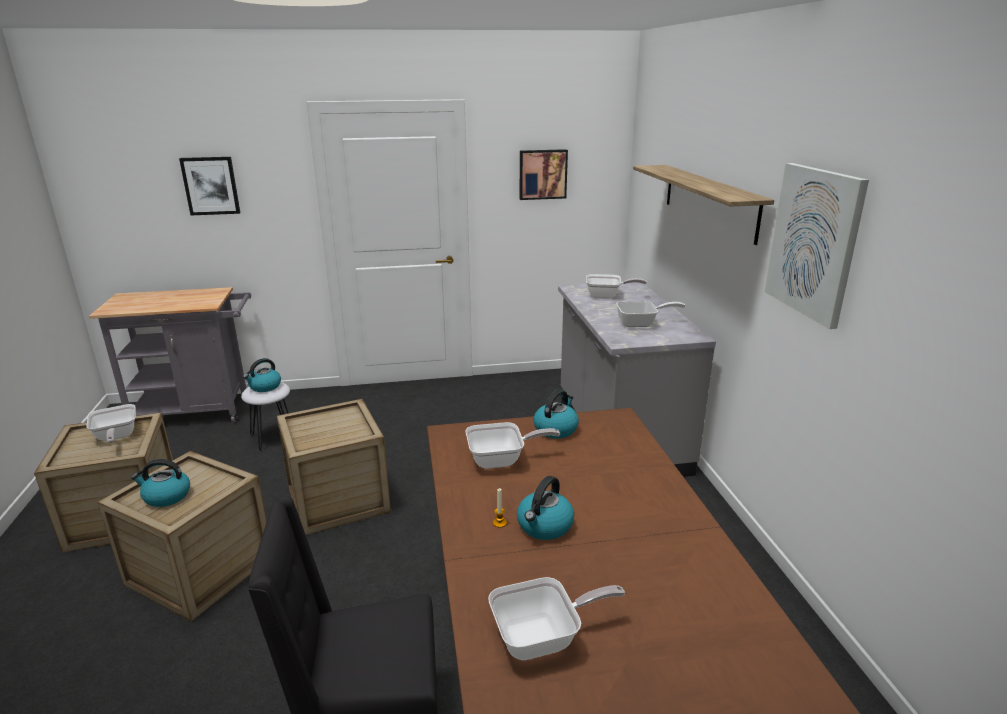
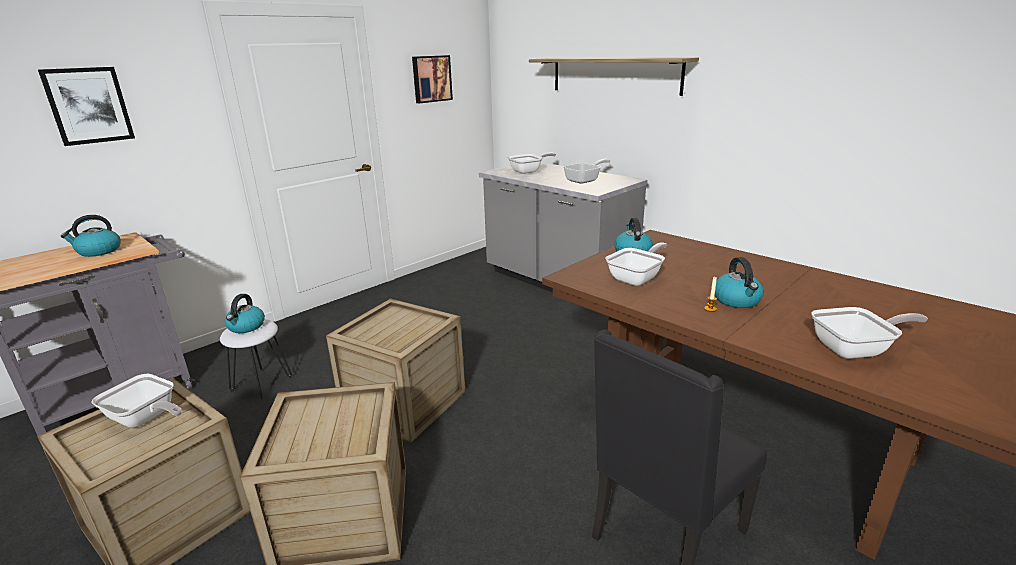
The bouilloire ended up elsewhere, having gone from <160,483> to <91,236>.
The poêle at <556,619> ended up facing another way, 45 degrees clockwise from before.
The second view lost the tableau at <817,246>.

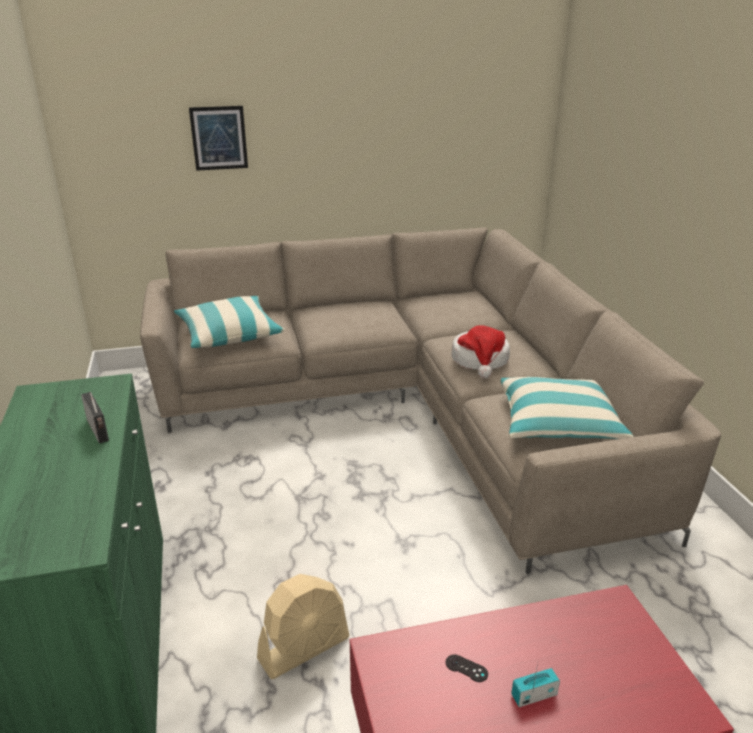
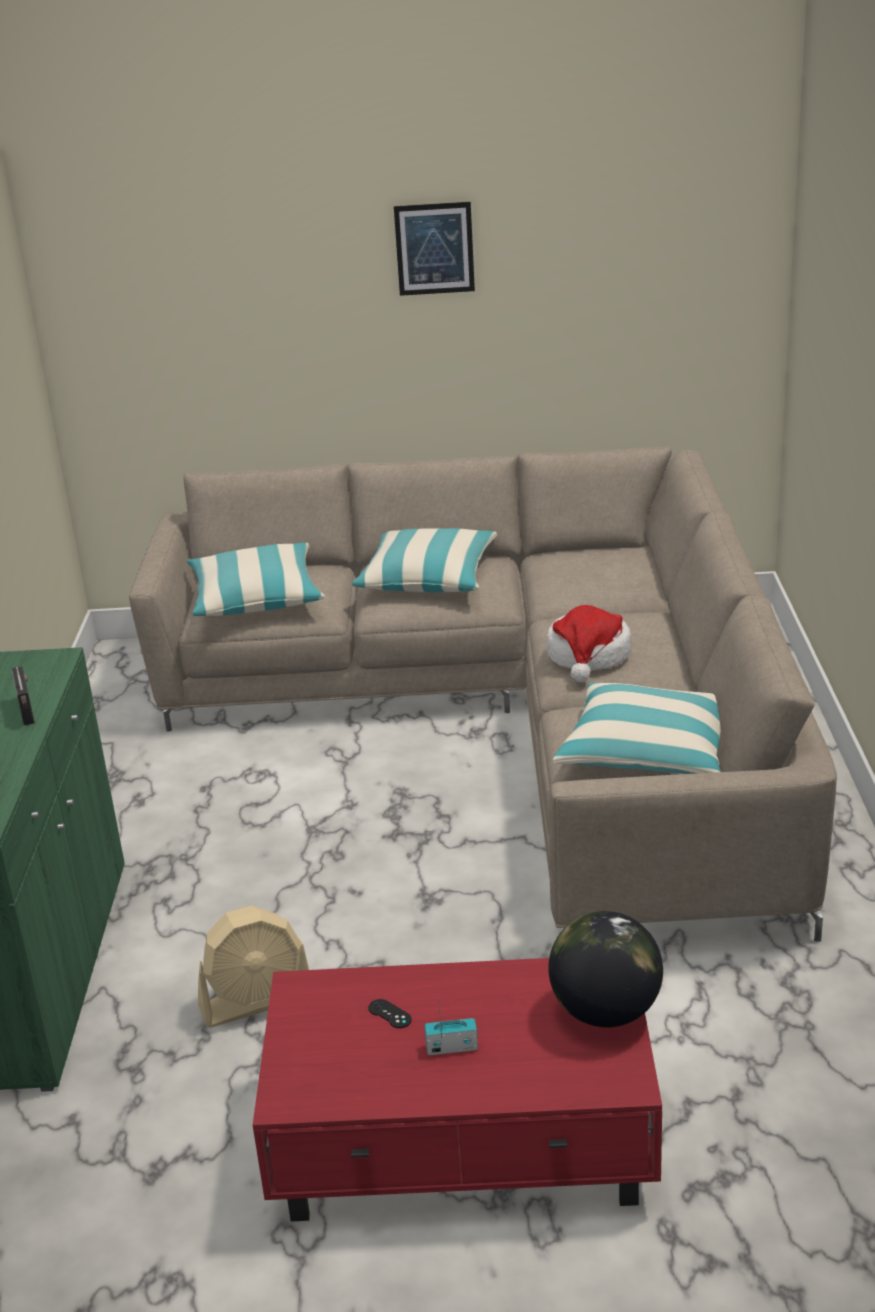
The tableau ended up elsewhere, having gone from <218,138> to <434,249>.
The second view gained the coussin at <424,560>.
The second view gained the globe at <606,969>.

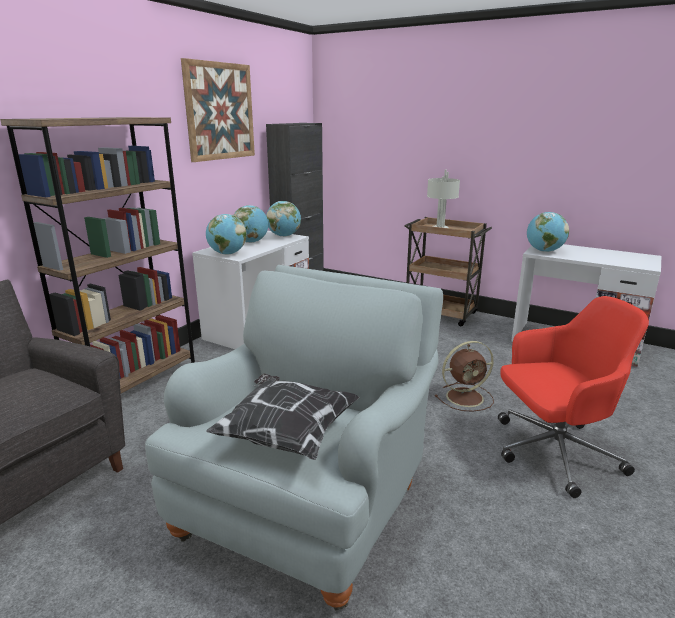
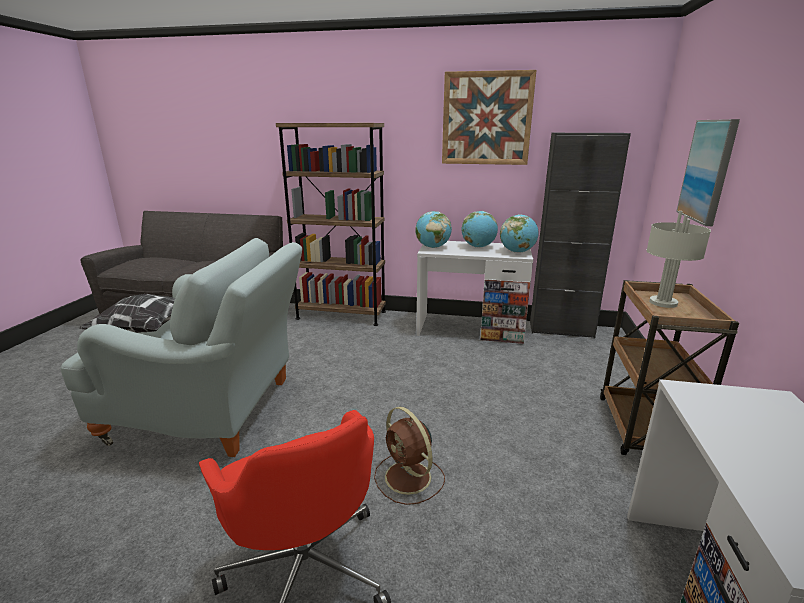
The second view lost the globe at <548,232>.
The second view gained the tableau at <708,172>.

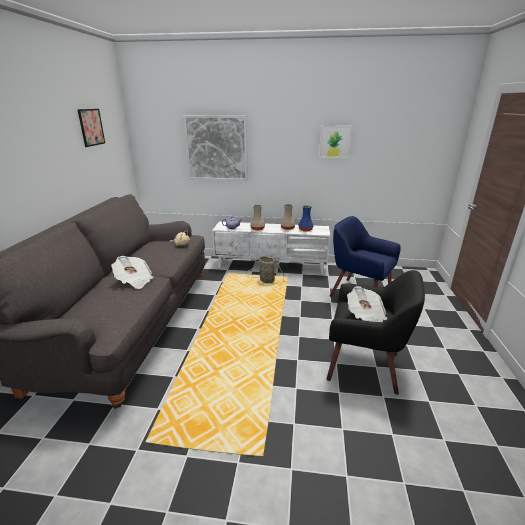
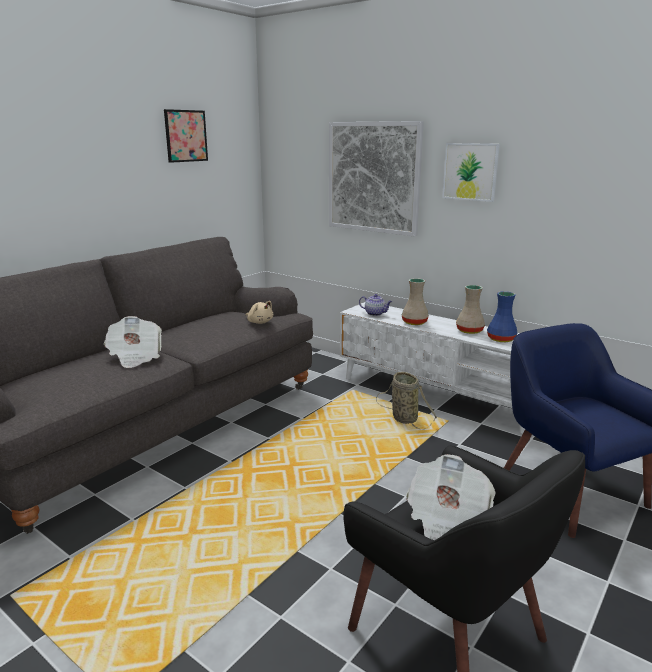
The tableau ended up elsewhere, having gone from <335,142> to <471,172>.

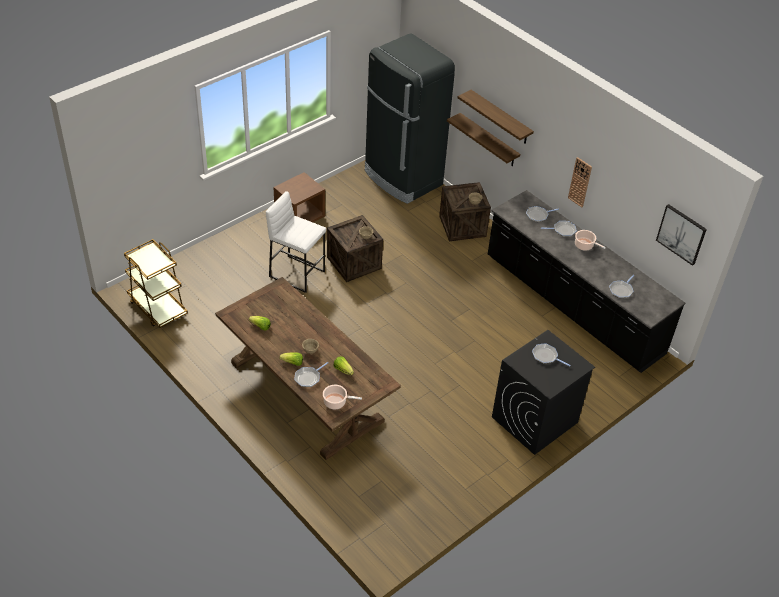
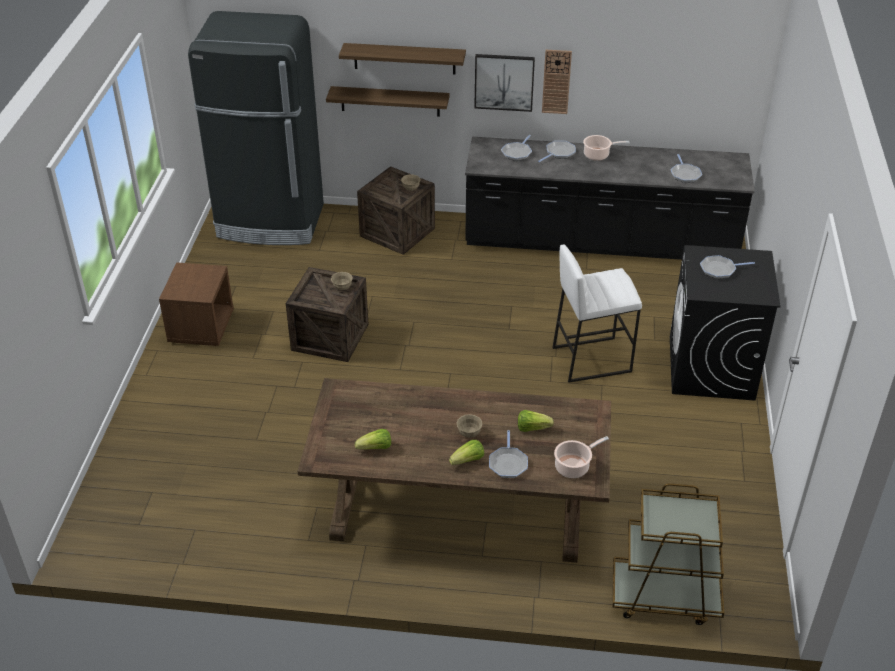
The chariot/marron ended up elsewhere, having gone from <156,283> to <668,554>.
The tabouret/blanc ended up elsewhere, having gone from <296,242> to <597,314>.
The tableau ended up elsewhere, having gone from <681,235> to <504,83>.

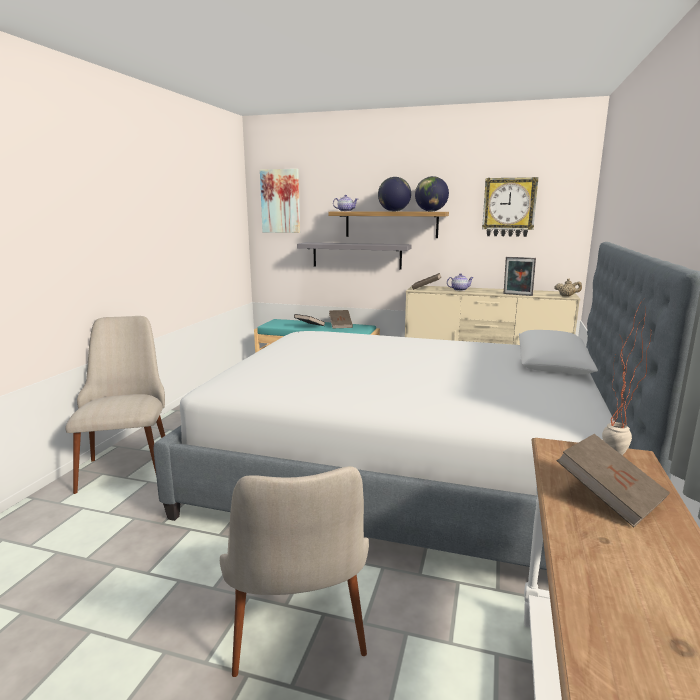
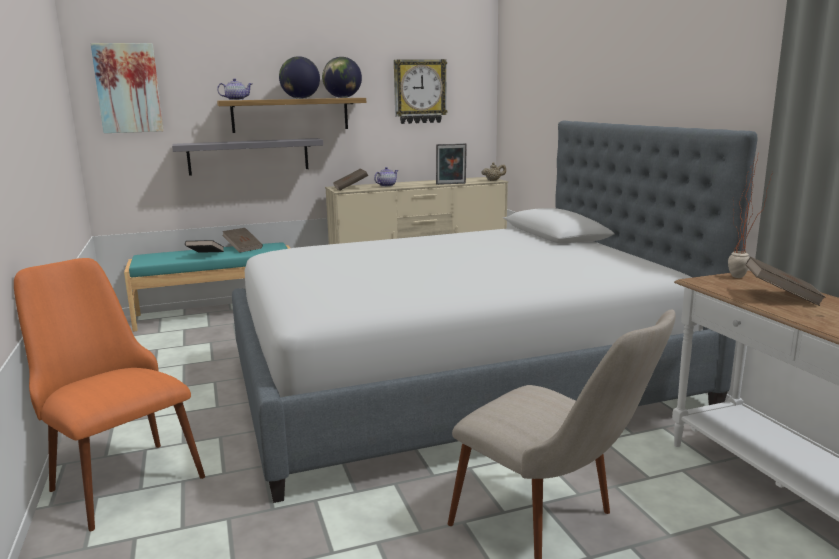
What was the chaise/beige at <115,405> turned into the chaise/orange at <109,394>.

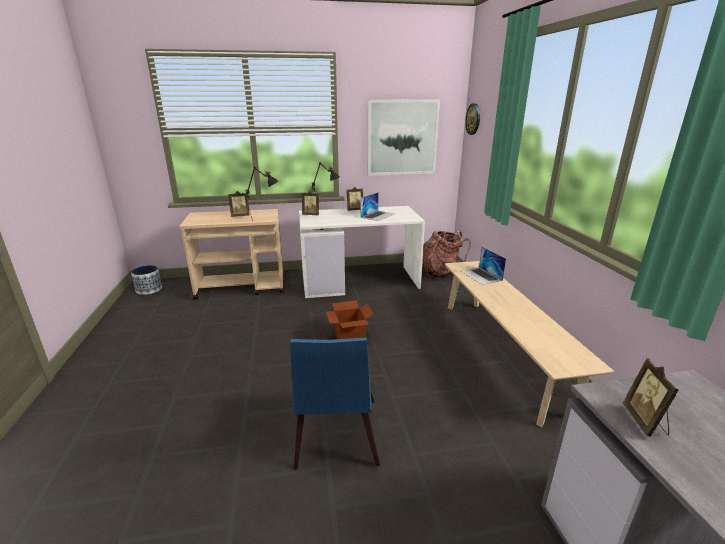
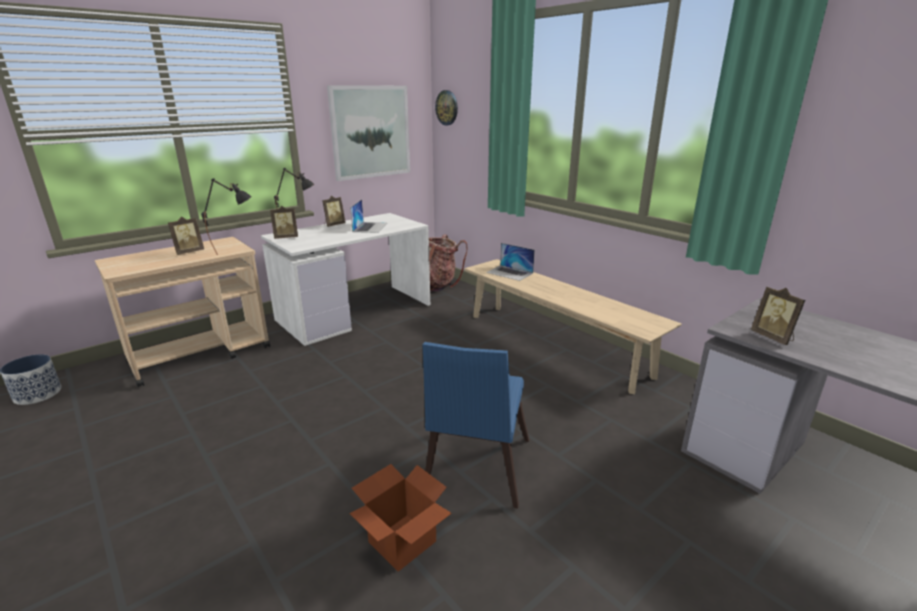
The chaise/bleu at <335,403> ended up facing another way, 45 degrees clockwise from before.
The carton ended up elsewhere, having gone from <349,319> to <400,518>.

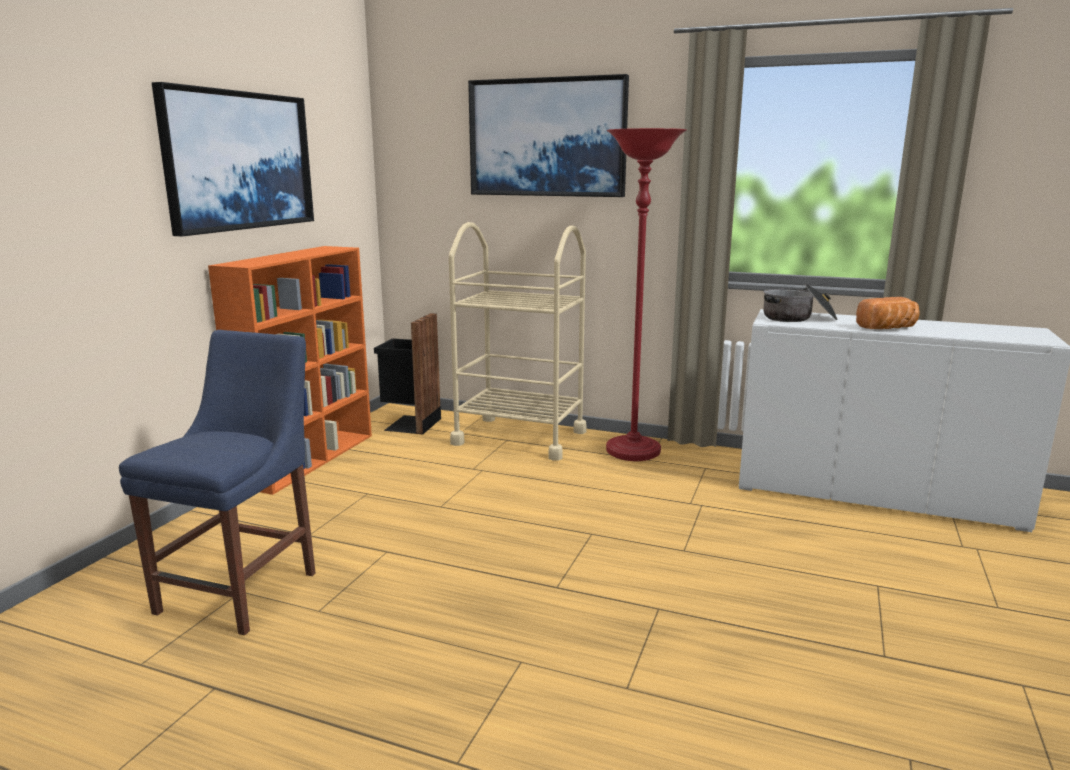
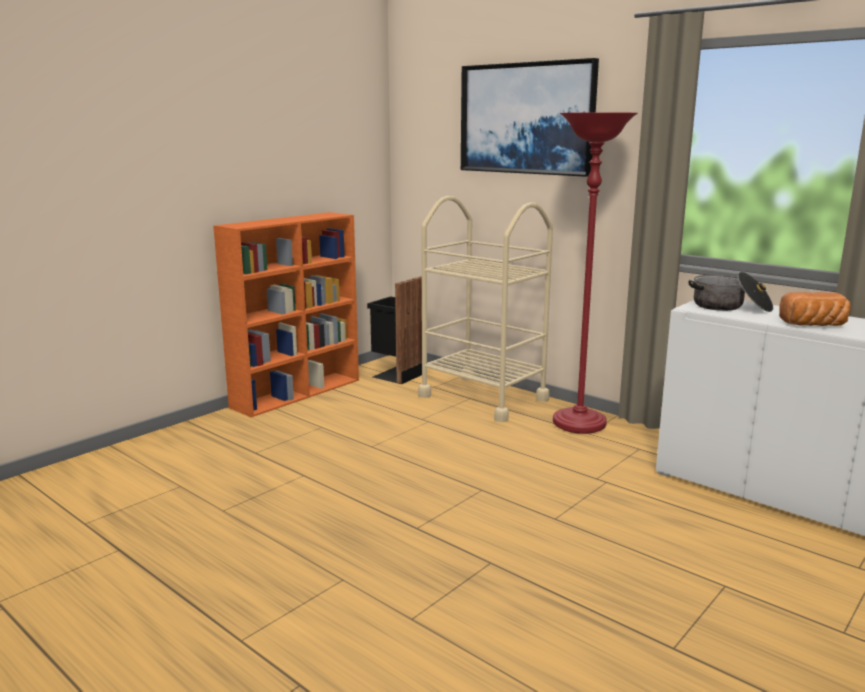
The second view lost the chaise/bleu at <217,482>.
The second view lost the tableau at <233,159>.

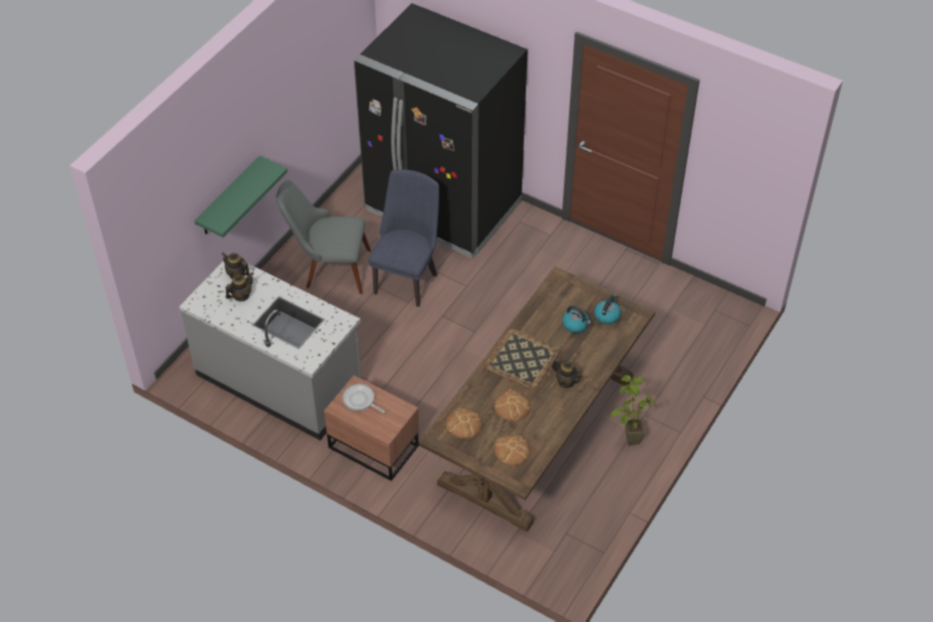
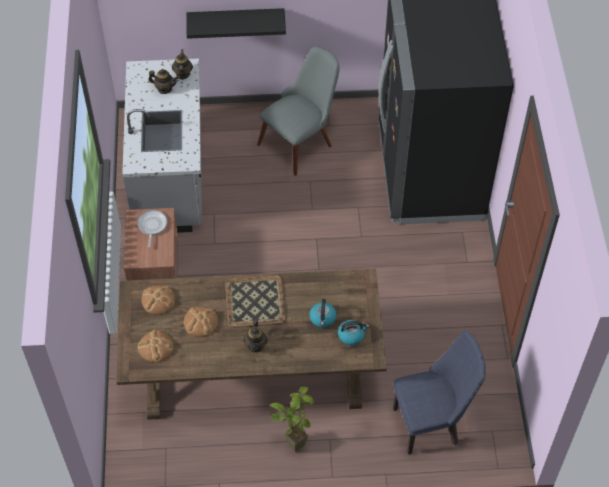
What was the étagère/vert at <241,196> turned into the étagère/noir at <236,23>.
The chaise/gris at <324,237> ended up facing another way, 75 degrees clockwise from before.
The chaise/bleu ended up elsewhere, having gone from <404,238> to <439,392>.

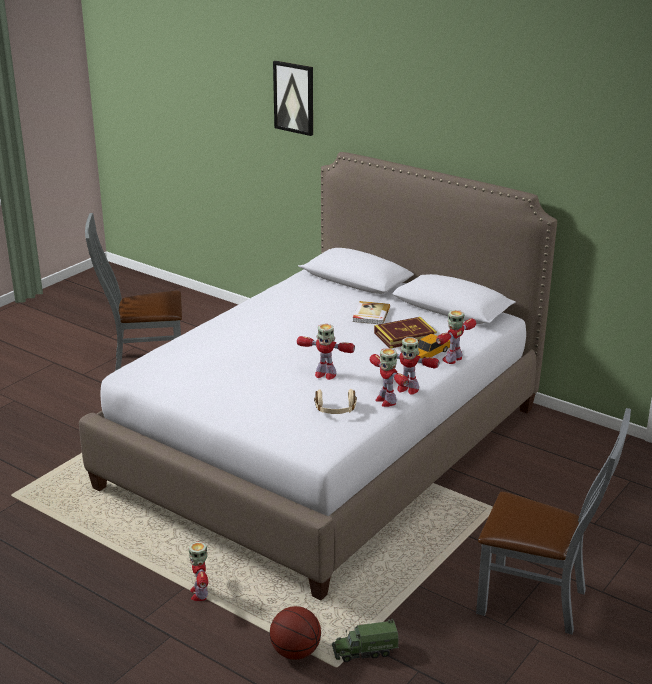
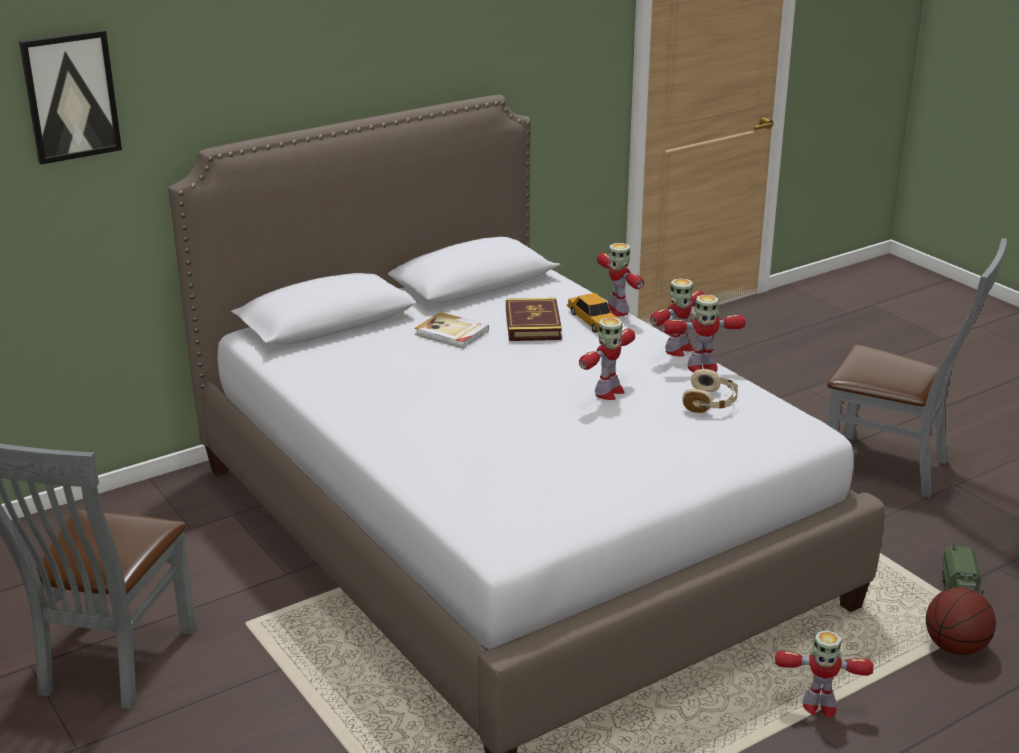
The chaise/gris at <553,521> ended up facing another way, 75 degrees clockwise from before.

